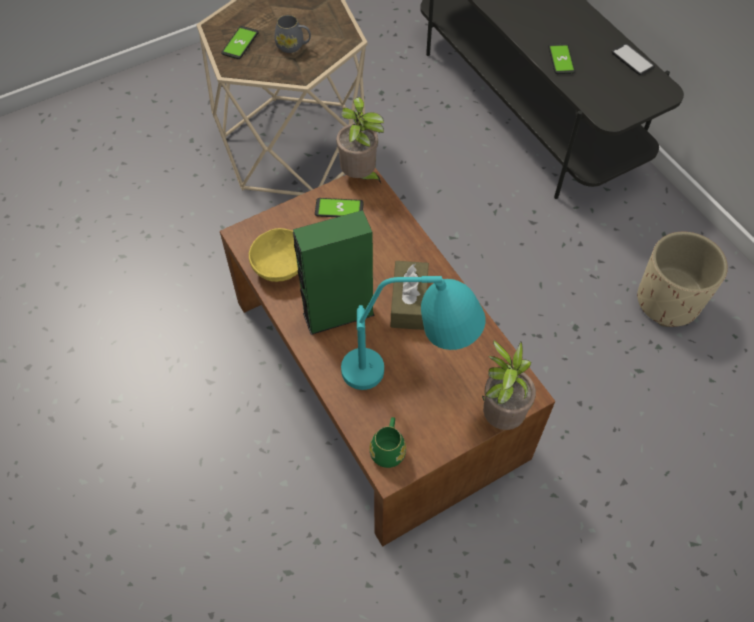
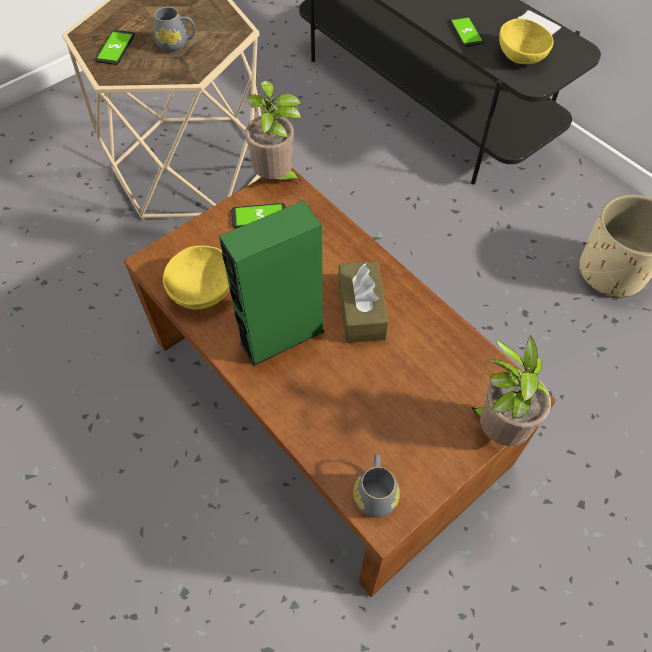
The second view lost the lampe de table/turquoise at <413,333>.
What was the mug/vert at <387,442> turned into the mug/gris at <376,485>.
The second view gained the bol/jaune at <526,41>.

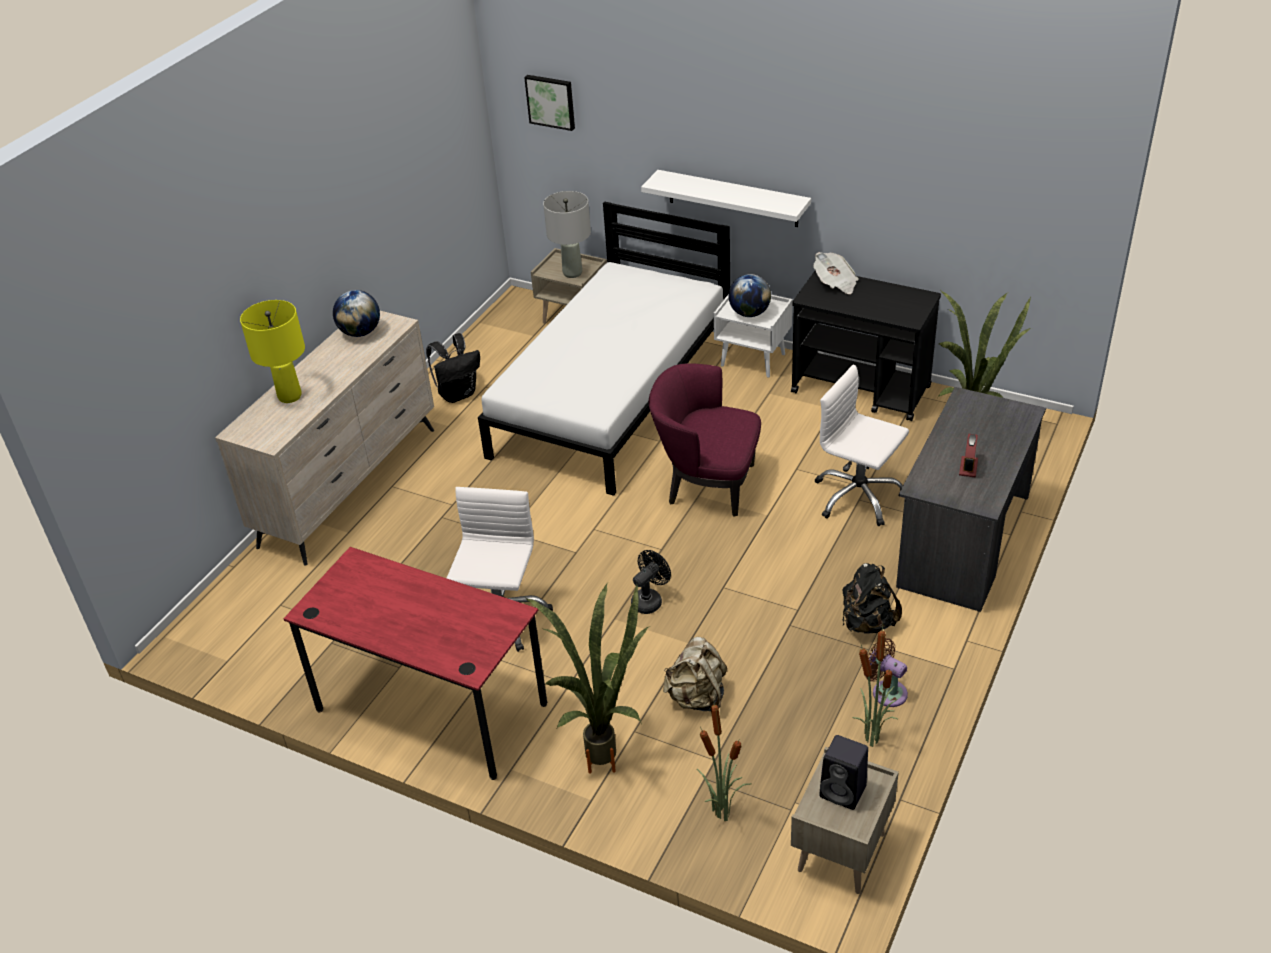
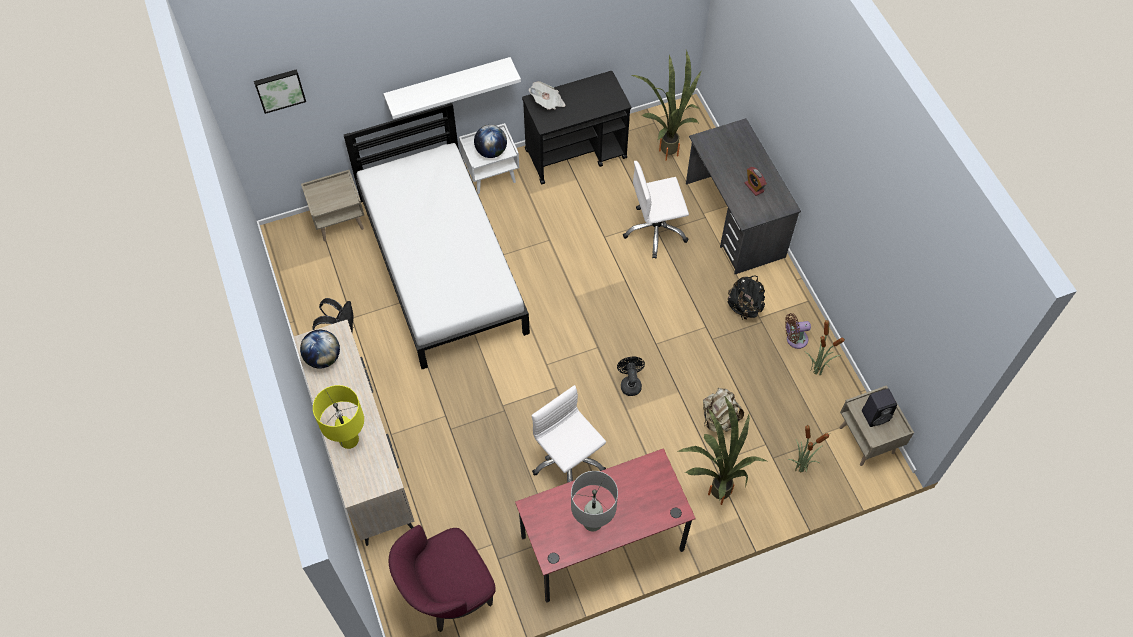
The lampe de table/gris ended up elsewhere, having gone from <567,234> to <594,501>.
The fauteuil/violet ended up elsewhere, having gone from <705,440> to <442,578>.

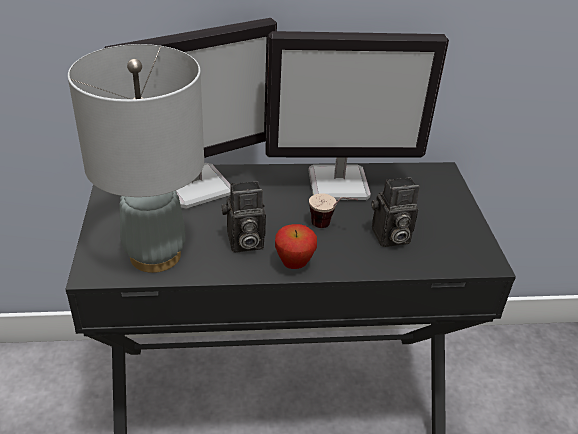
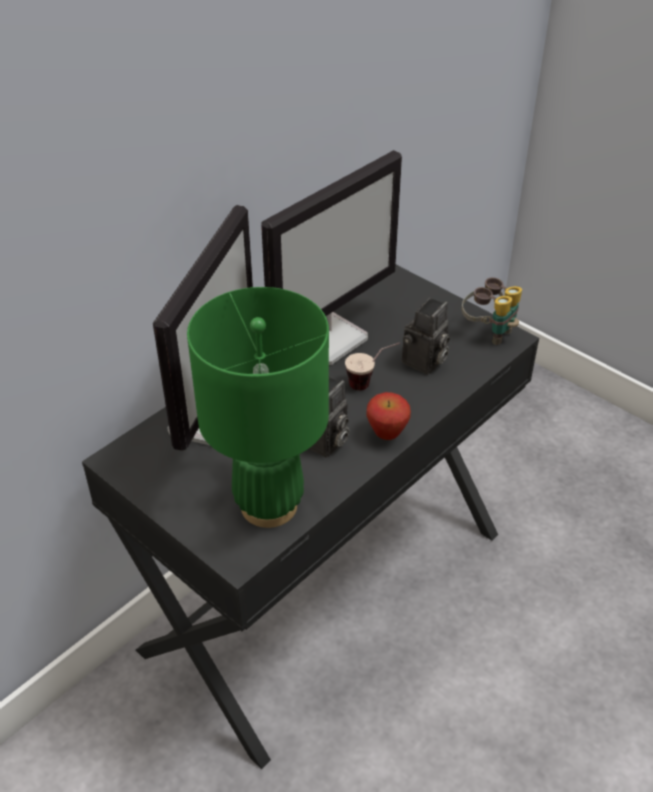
What was the lampe de table/gris at <136,158> turned into the lampe de table/vert at <258,407>.
The second view gained the jumelles at <492,311>.

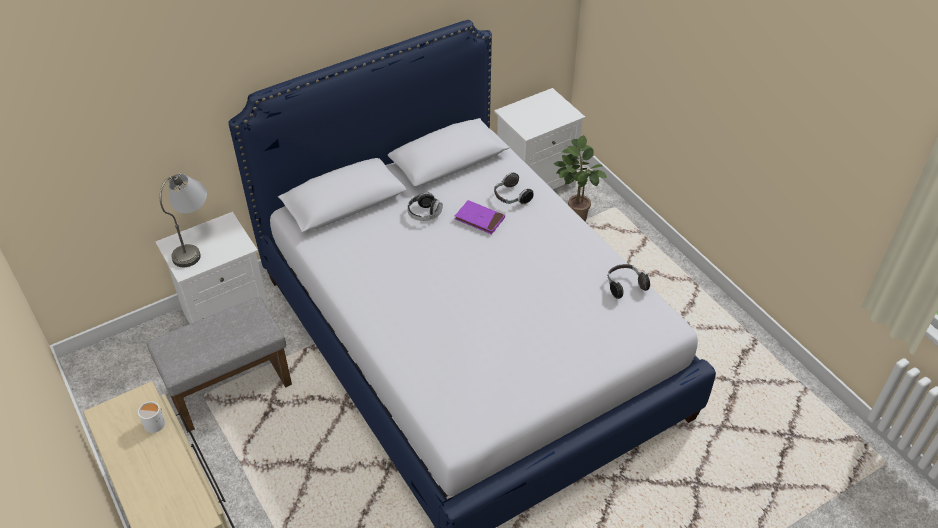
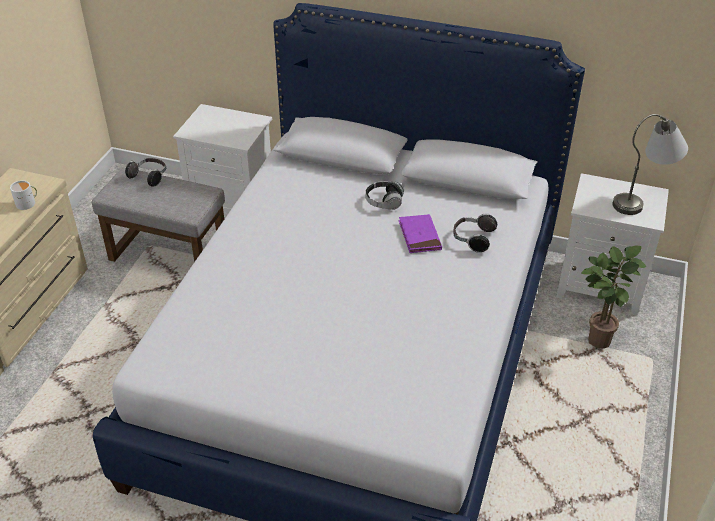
The lampe de table/gris ended up elsewhere, having gone from <183,220> to <650,164>.
The casque audio ended up elsewhere, having gone from <629,281> to <145,172>.

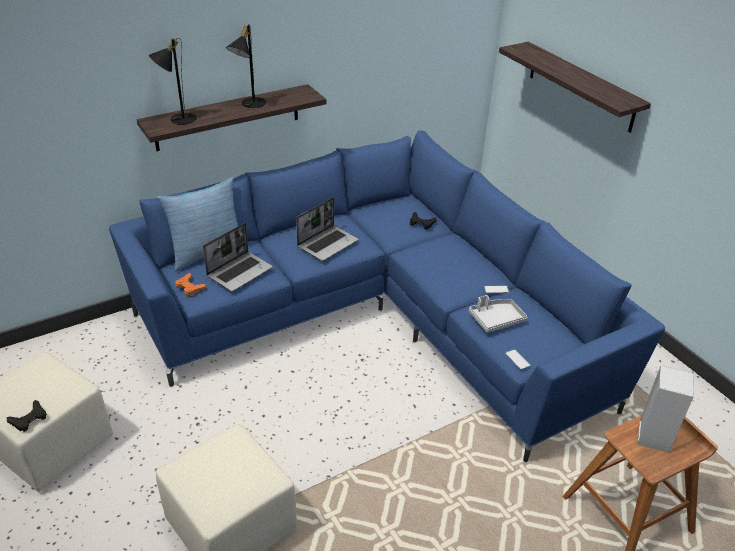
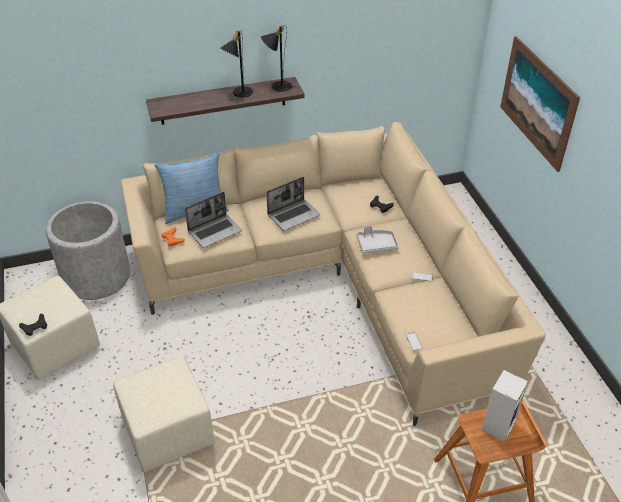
What was the canapé/bleu at <387,296> turned into the canapé/beige at <333,274>.
The lampe de table/noir ended up elsewhere, having gone from <172,81> to <276,58>.
The plateau/gris ended up elsewhere, having gone from <498,314> to <377,239>.
Where the étagère hung at <575,87>, the tableau came to hang at <540,104>.
The second view gained the cache-pot/gris at <88,250>.

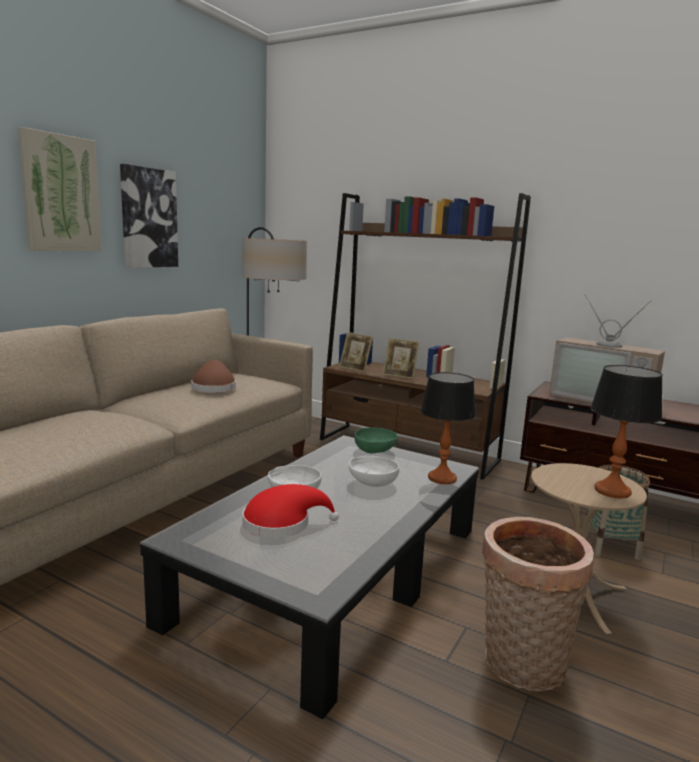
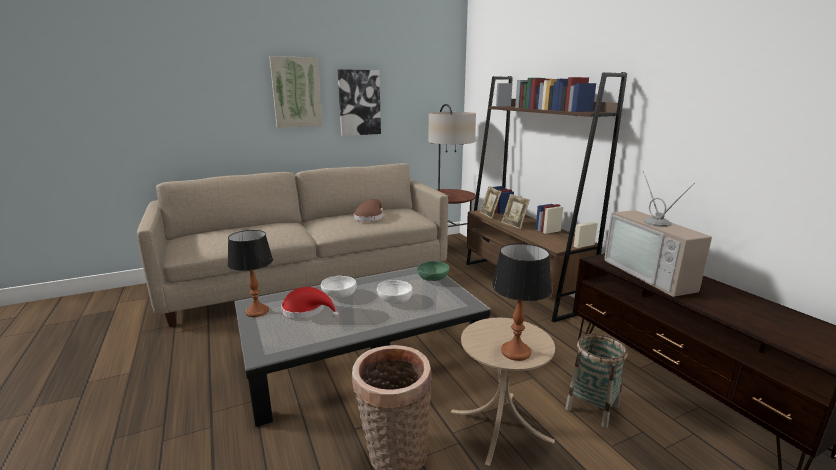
The lampe de table ended up elsewhere, having gone from <448,428> to <250,273>.

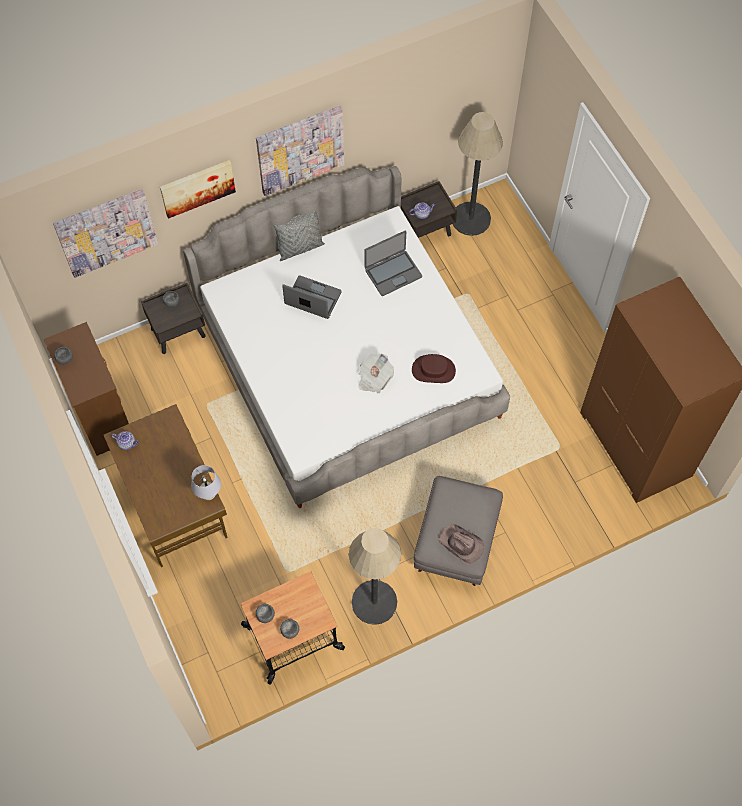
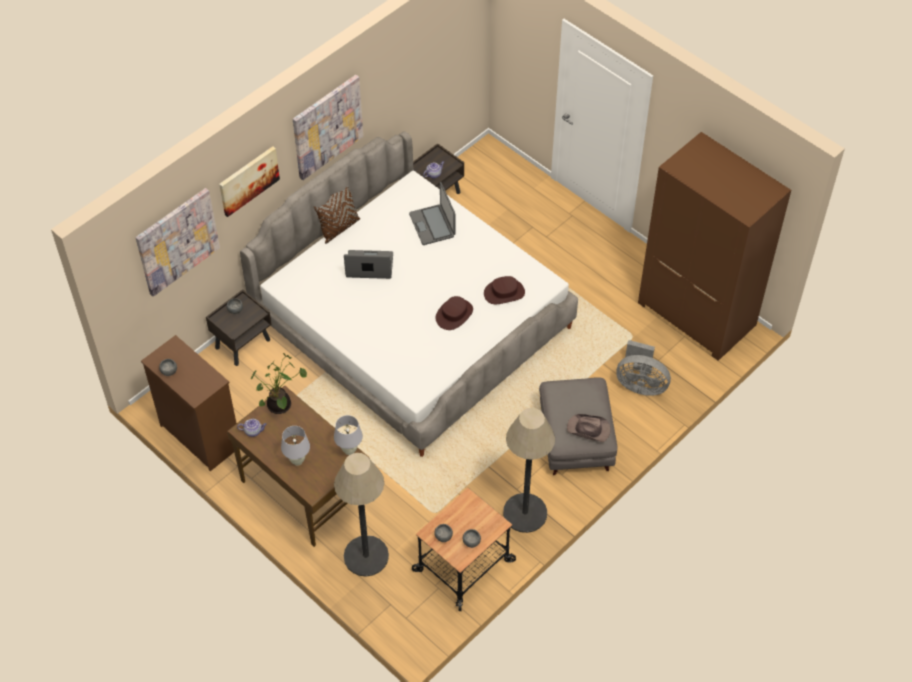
What was the coussin/gris at <299,235> turned into the coussin/marron at <337,214>.
Where the journal stood at <376,373>, the chapeau/marron came to stand at <454,313>.
The ordinateur portable at <393,263> ended up facing another way, 120 degrees clockwise from before.
The lampadaire ended up elsewhere, having gone from <478,174> to <361,515>.
The second view gained the plante en pot at <279,383>.
The second view gained the lampe de table/blanc at <295,446>.
The second view gained the ventilateur/gris at <643,368>.

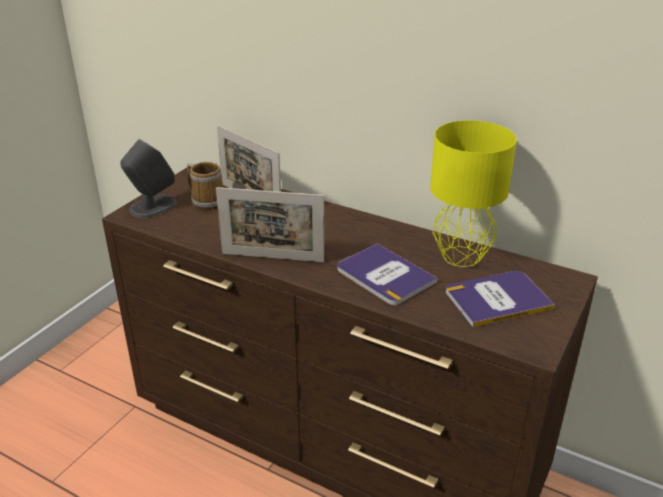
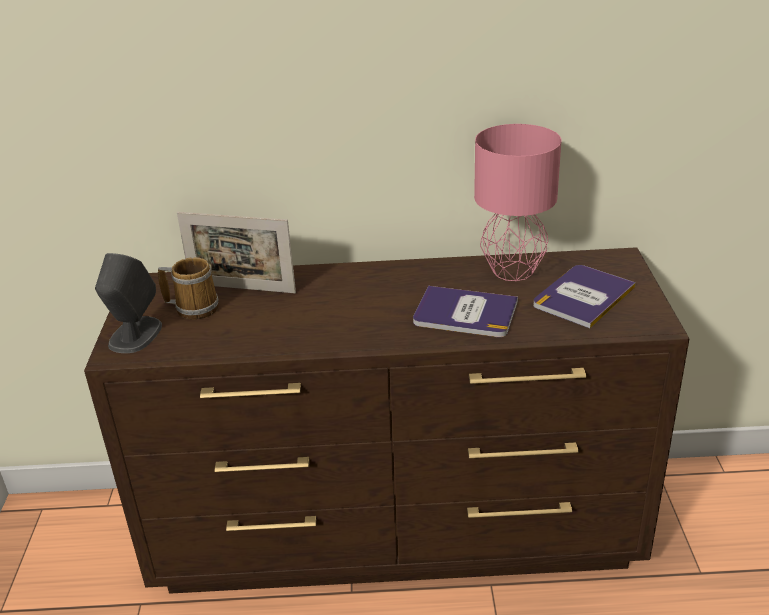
The second view lost the cadre photo at <270,224>.
What was the lampe de table/jaune at <473,193> turned into the lampe de table/rose at <517,202>.

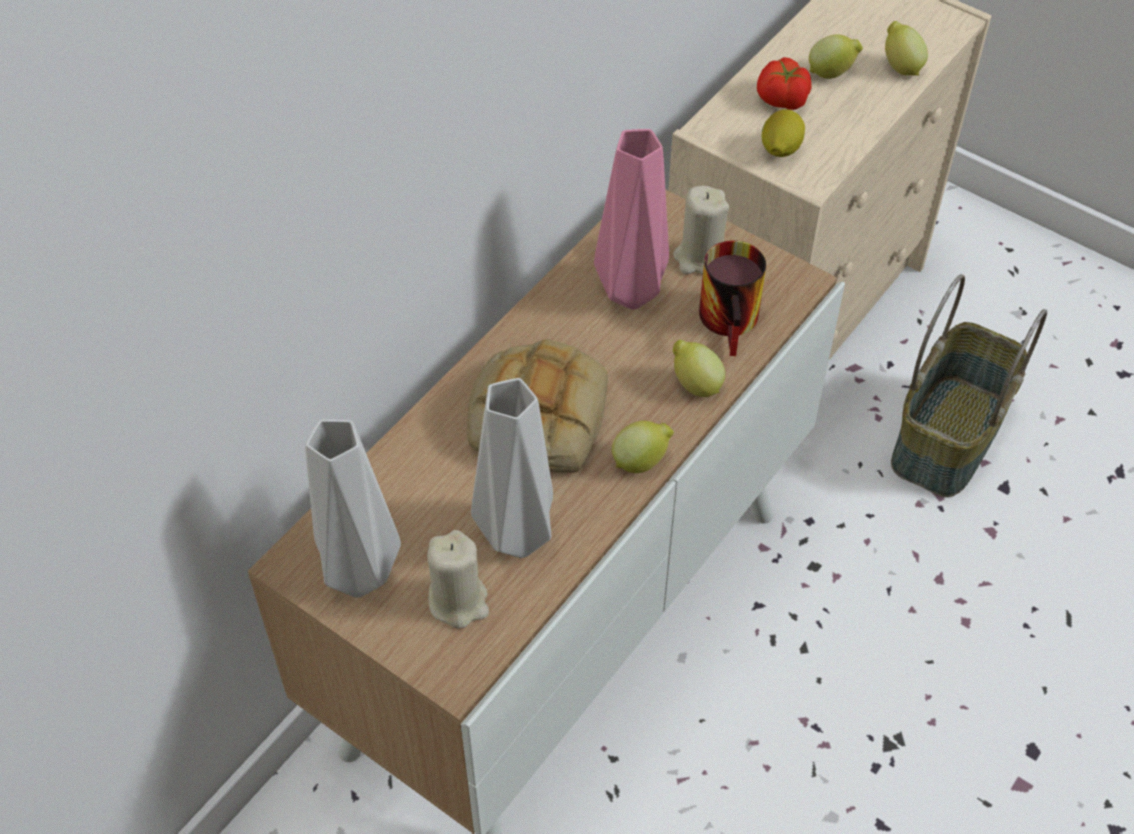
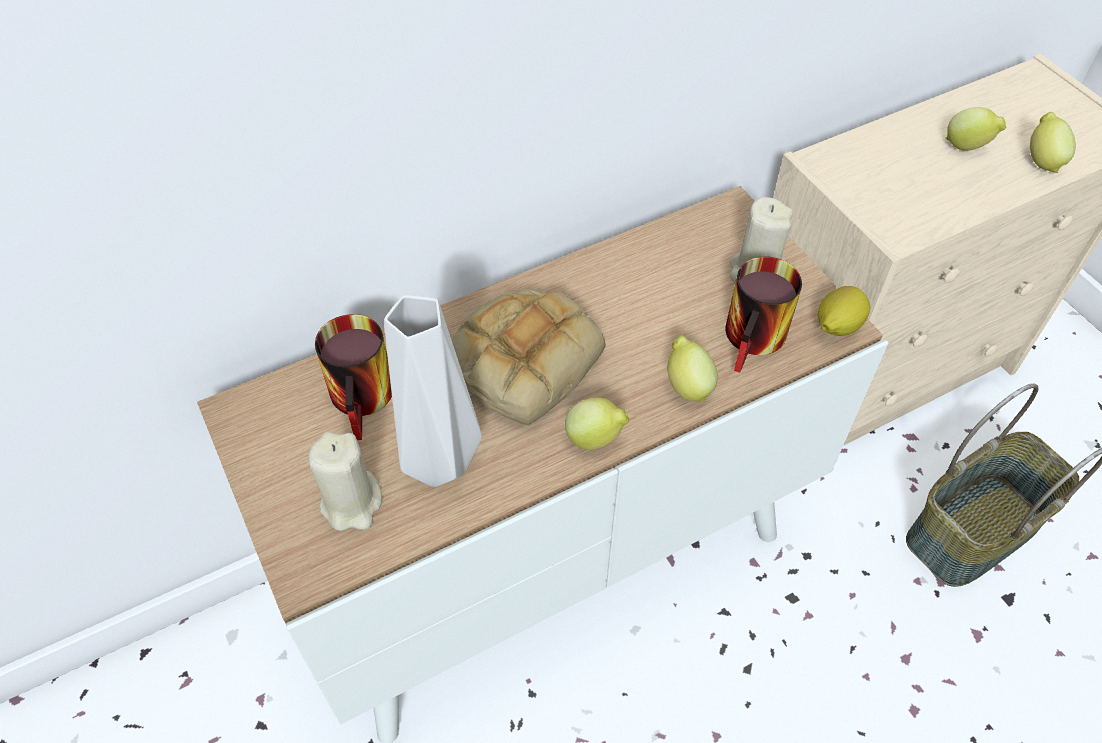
The second view lost the vase/gris at <353,508>.
The second view lost the vase/rose at <631,219>.
The second view lost the tomate at <784,83>.
The citron ended up elsewhere, having gone from <783,133> to <844,311>.
The second view gained the mug at <353,377>.

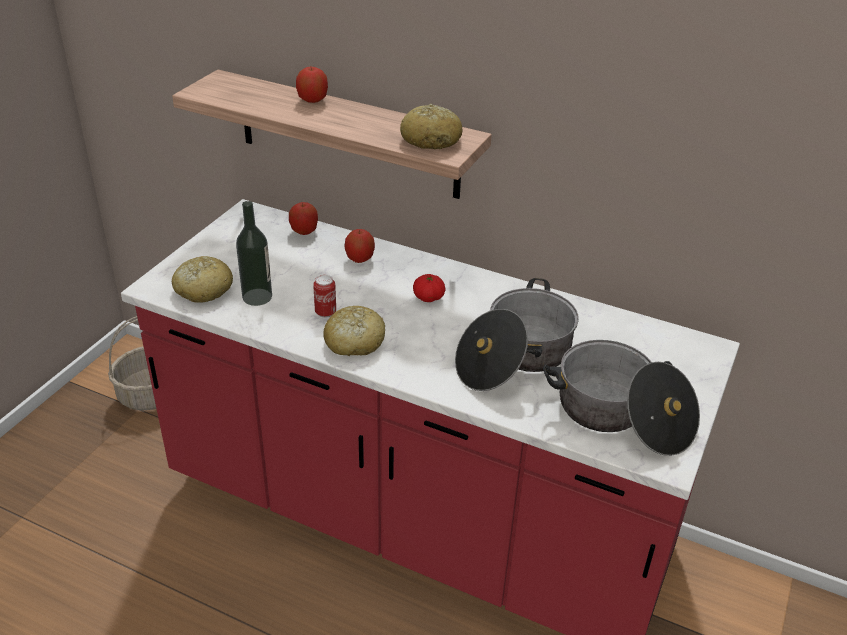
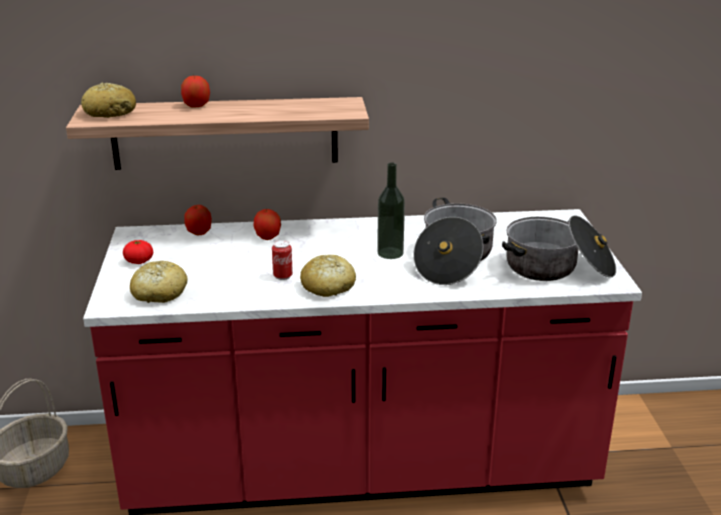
The bouteille ended up elsewhere, having gone from <254,253> to <391,211>.
The pain ended up elsewhere, having gone from <431,126> to <108,100>.
The tomate ended up elsewhere, having gone from <429,288> to <138,252>.

